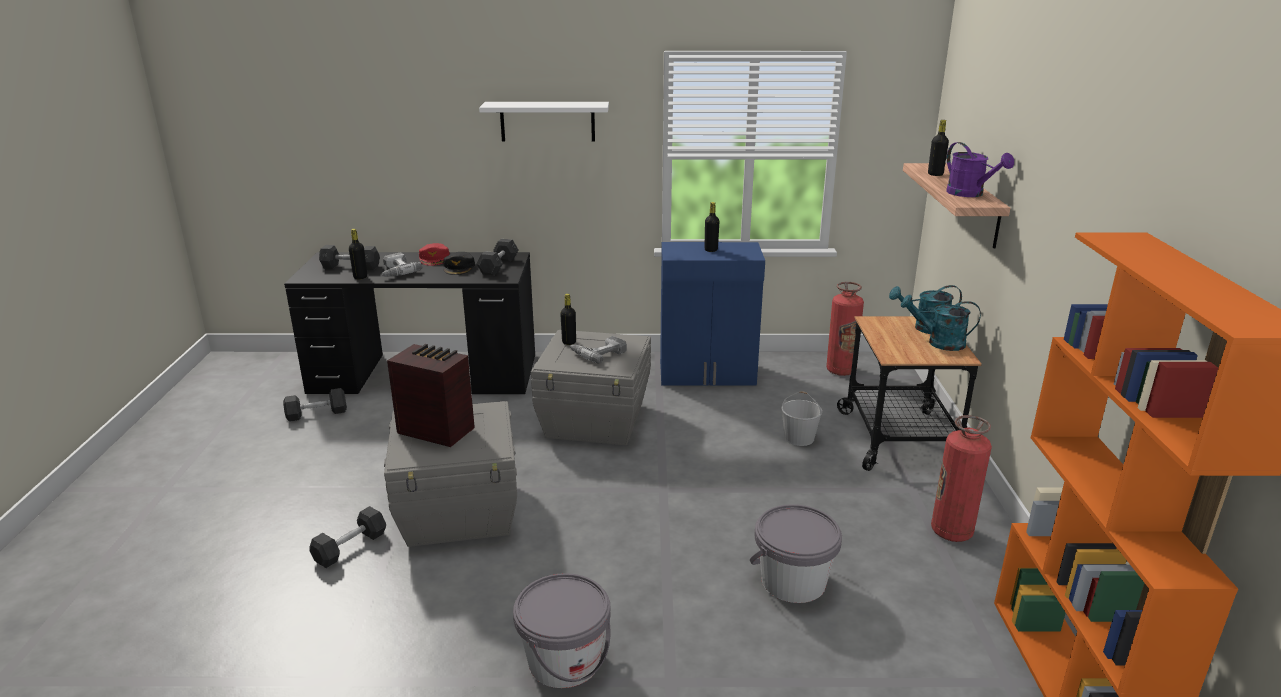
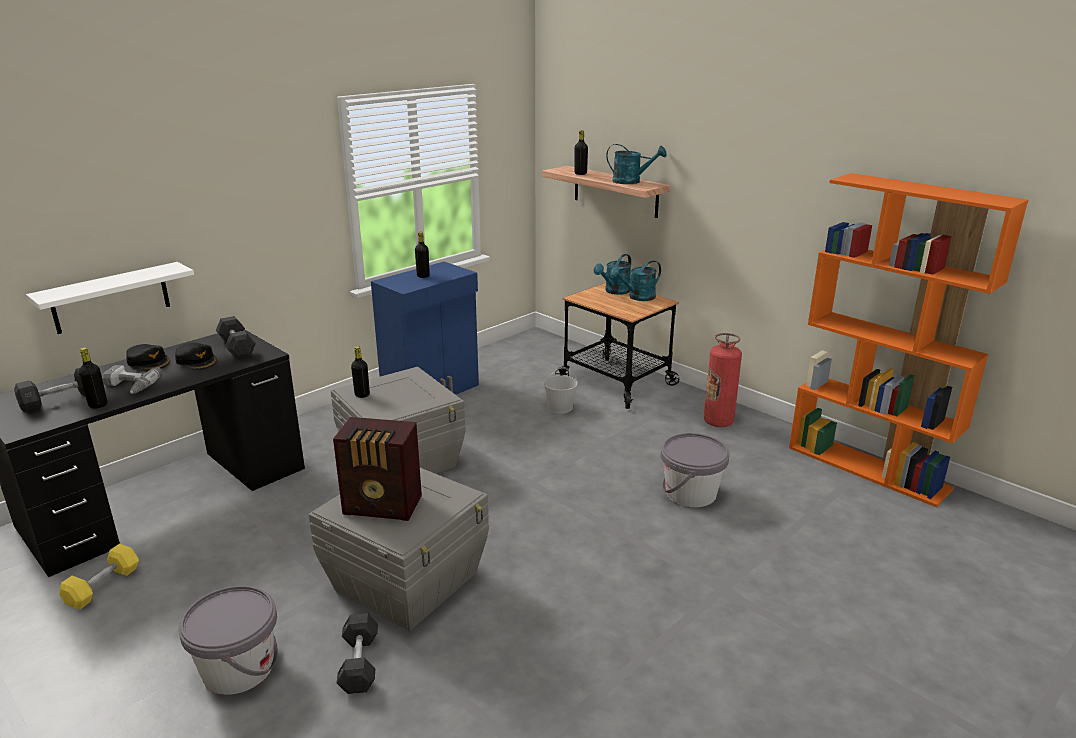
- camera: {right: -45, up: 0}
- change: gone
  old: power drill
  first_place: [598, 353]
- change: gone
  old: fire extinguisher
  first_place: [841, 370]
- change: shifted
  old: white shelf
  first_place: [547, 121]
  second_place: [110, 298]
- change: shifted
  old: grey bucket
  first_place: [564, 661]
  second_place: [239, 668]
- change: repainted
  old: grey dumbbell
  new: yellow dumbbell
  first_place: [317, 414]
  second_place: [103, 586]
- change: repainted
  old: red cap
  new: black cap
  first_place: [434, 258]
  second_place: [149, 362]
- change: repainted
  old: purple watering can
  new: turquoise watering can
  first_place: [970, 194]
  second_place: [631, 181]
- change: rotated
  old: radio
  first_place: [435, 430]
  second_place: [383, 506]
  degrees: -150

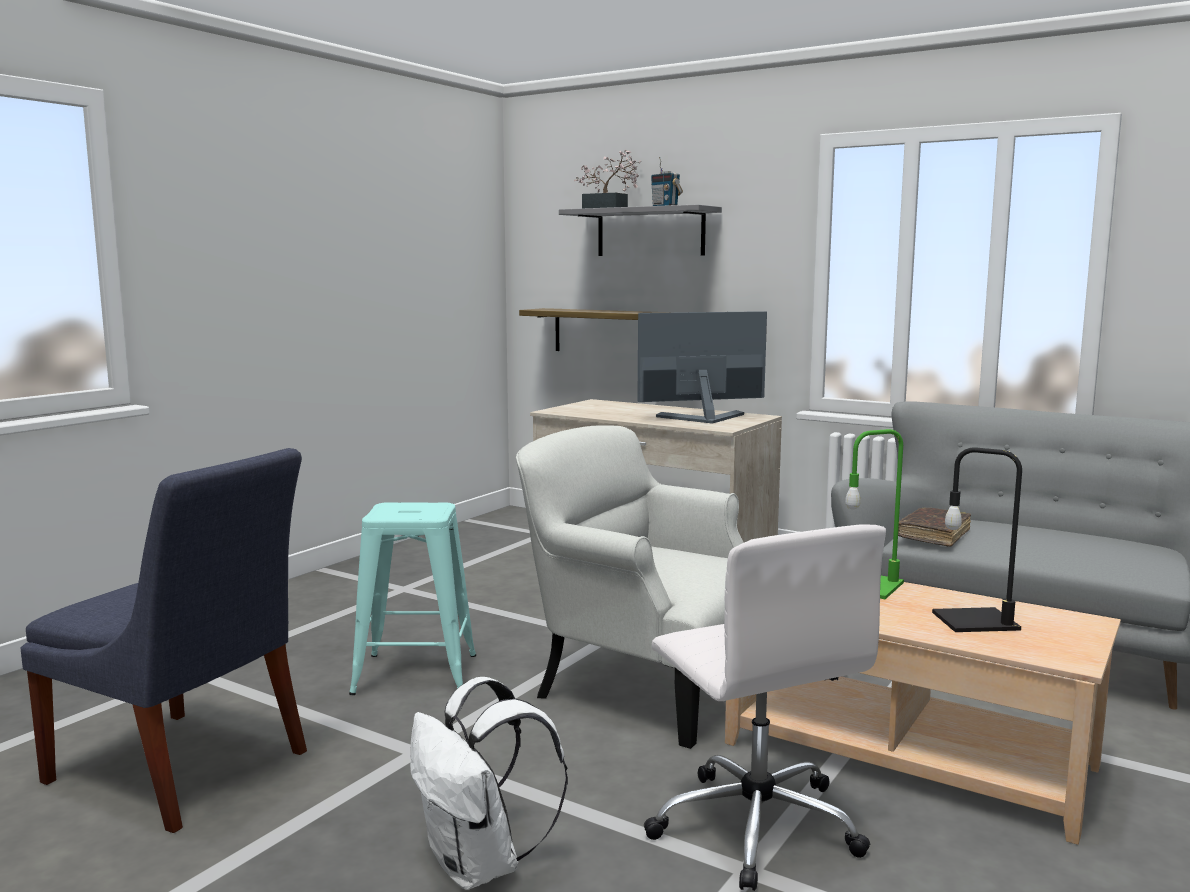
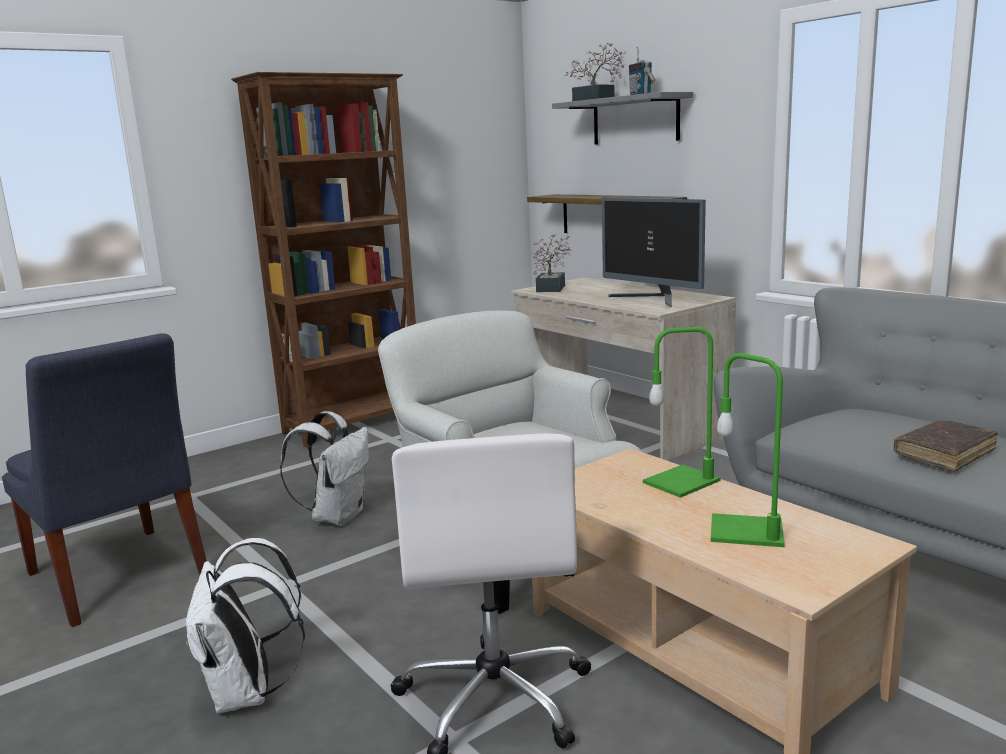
- camera: {right: 20, up: 5}
- change: new
  new: brown bookcase
  second_place: [355, 424]
- change: new
  new: potted plant
  second_place: [552, 287]
- change: shifted
  old: brown book
  first_place: [933, 535]
  second_place: [944, 454]
- change: swapped
  old: turquoise stool
  new: white backpack
  first_place: [415, 674]
  second_place: [337, 516]
- change: repainted
  old: black table lamp
  new: green table lamp
  first_place: [977, 620]
  second_place: [748, 531]
- change: rotated
  old: monitor
  first_place: [703, 419]
  second_place: [653, 299]
  degrees: -135

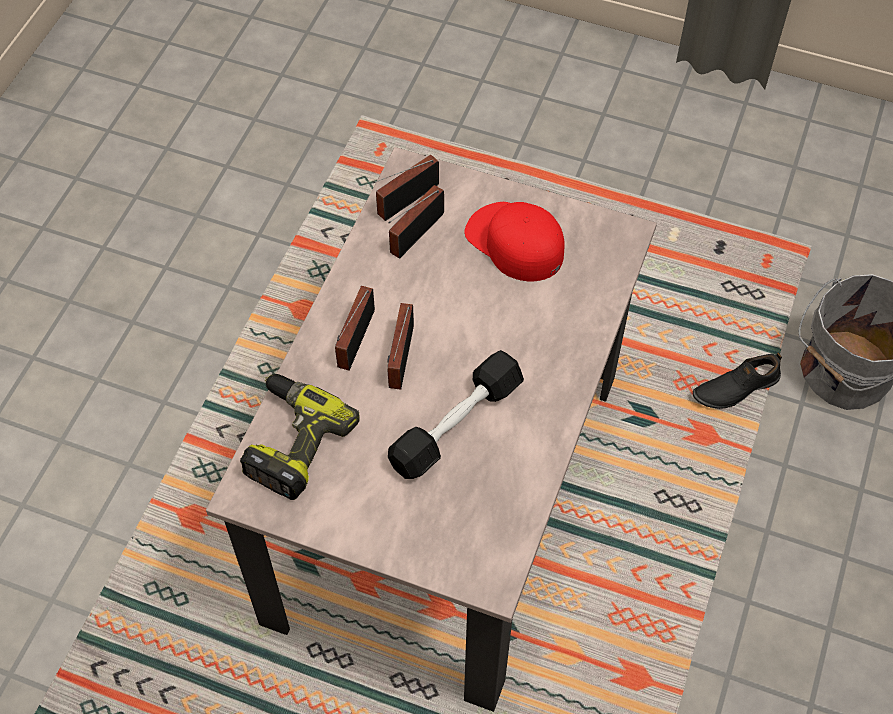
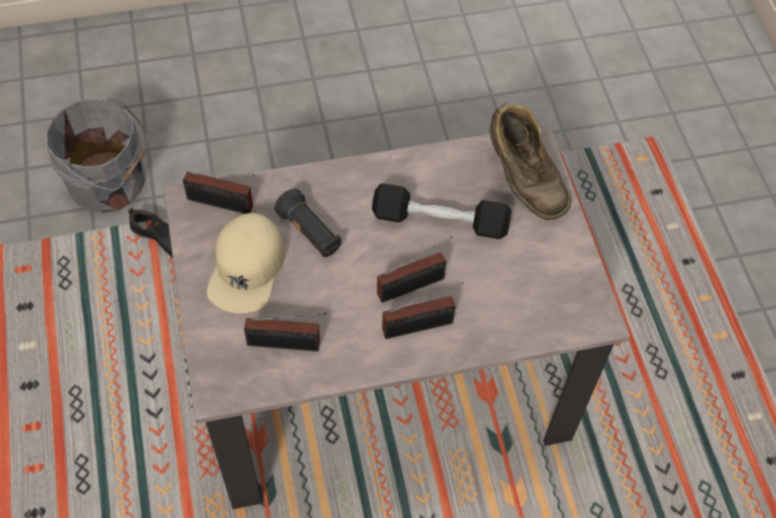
- camera: {right: -125, up: 0}
- change: gone
  old: power drill
  first_place: [290, 441]
- change: new
  new: black flashlight
  second_place: [310, 233]
- change: new
  new: brown boot
  second_place: [522, 182]
- change: shifted
  old: radio
  first_place: [404, 201]
  second_place: [223, 204]
- change: repainted
  old: red cap
  new: beige cap
  first_place: [514, 242]
  second_place: [247, 268]

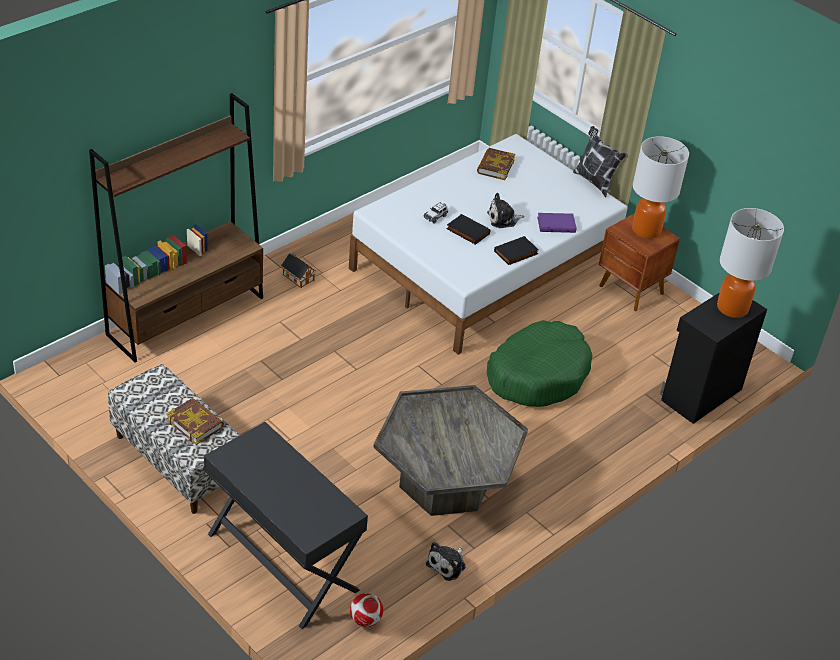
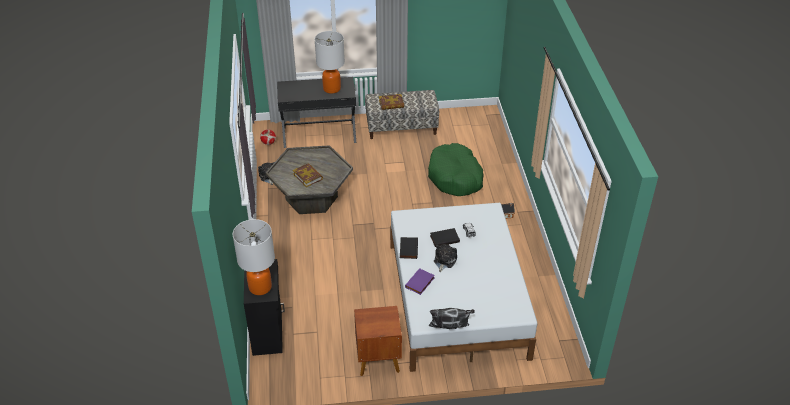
- camera: {right: 130, up: 0}
- change: gone
  old: brown bookcase
  first_place: [186, 316]
- change: shifted
  old: book
  first_place: [495, 166]
  second_place: [308, 176]
- change: shifted
  old: green dog bed
  first_place: [537, 374]
  second_place: [455, 177]
- change: shifted
  old: table lamp
  first_place: [646, 230]
  second_place: [331, 89]

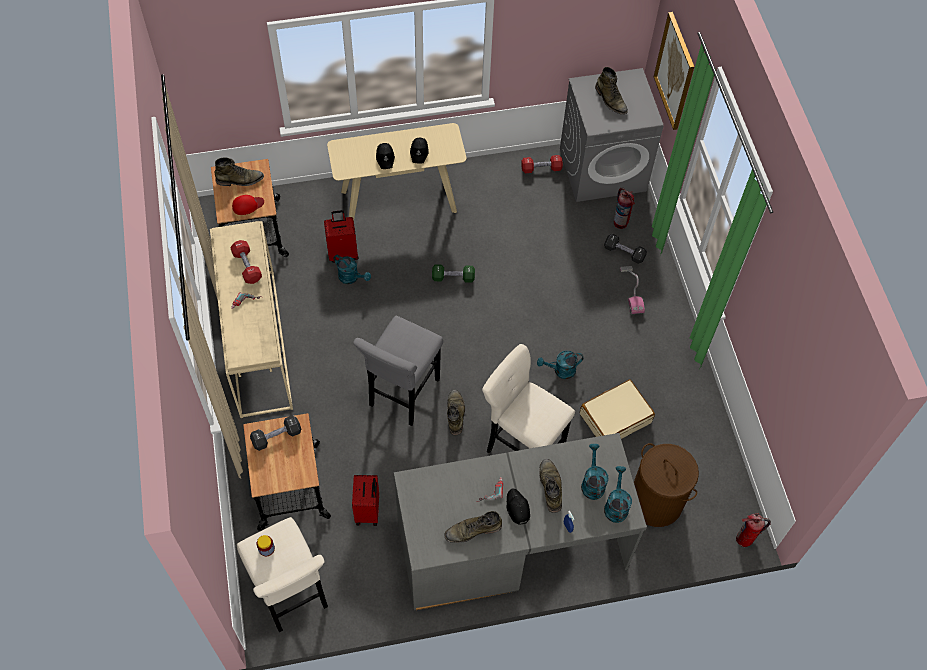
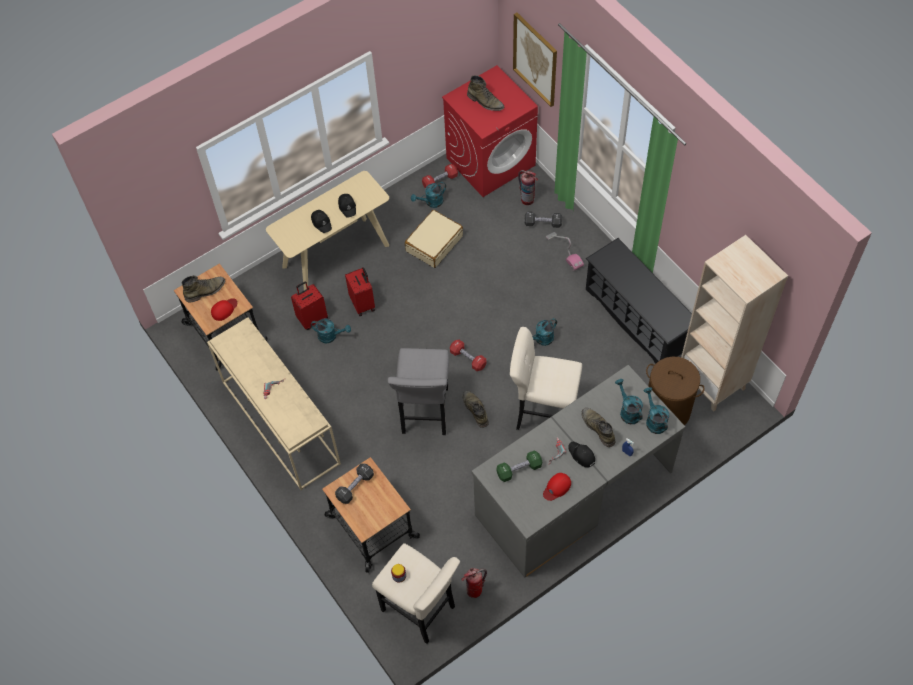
- camera: {right: -20, up: 0}
- change: new
  new: turquoise watering can
  second_place: [431, 202]
- change: new
  new: black shoe rack
  second_place: [637, 319]
- change: new
  new: beige bookcase
  second_place: [712, 382]
- change: shifted
  old: red dumbbell
  first_place: [247, 266]
  second_place: [468, 358]
- change: shifted
  old: red suitcase
  first_place: [368, 511]
  second_place: [363, 303]
- change: shifted
  old: green dumbbell
  first_place: [453, 277]
  second_place: [519, 469]
- change: shifted
  old: beige suitcase
  first_place: [615, 417]
  second_place: [434, 243]
- change: shifted
  old: fire extinguisher
  first_place: [744, 539]
  second_place: [474, 591]
- change: swapped
  old: green boot
  new: red cap
  first_place: [473, 530]
  second_place: [557, 487]
- change: repainted
  old: grey washing machine
  new: red washing machine
  first_place: [603, 169]
  second_place: [491, 161]

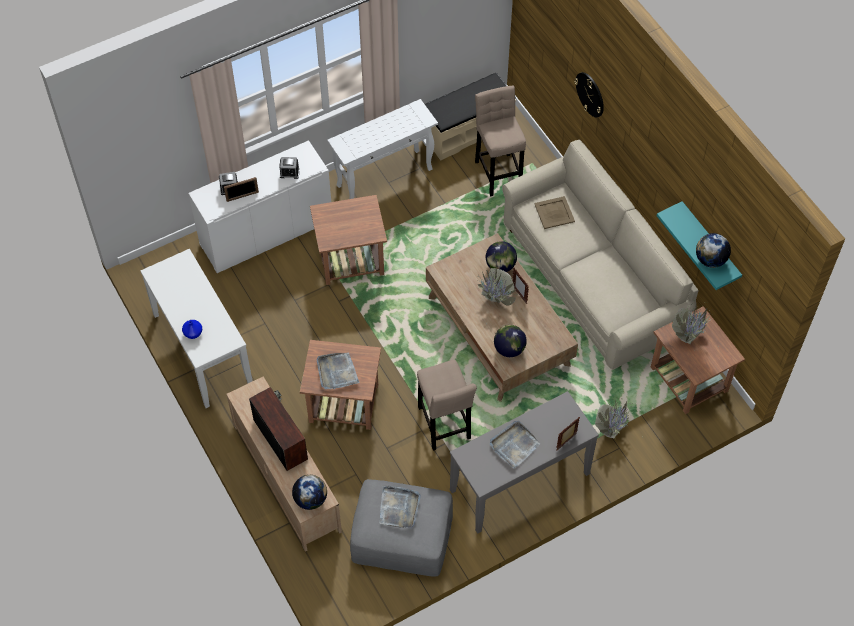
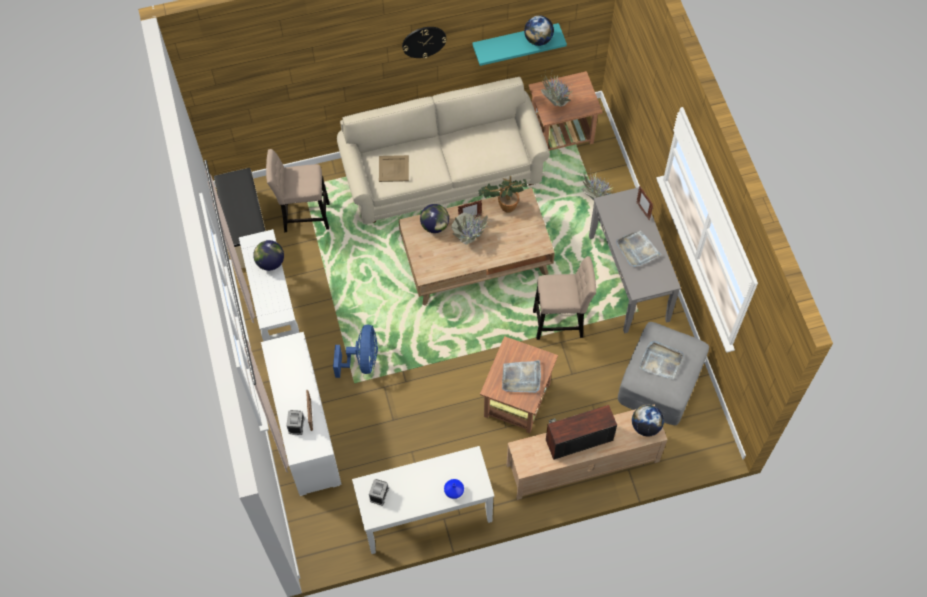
- camera: {right: -75, up: 5}
- change: new
  new: potted plant
  second_place: [504, 205]
- change: shifted
  old: alarm clock
  first_place: [289, 173]
  second_place: [379, 494]
- change: shifted
  old: globe
  first_place: [509, 349]
  second_place: [270, 262]
- change: shifted
  old: wall clock
  first_place: [590, 94]
  second_place: [424, 41]
- change: swapped
  old: brown side table
  new: blue fan
  first_place: [351, 259]
  second_place: [362, 360]

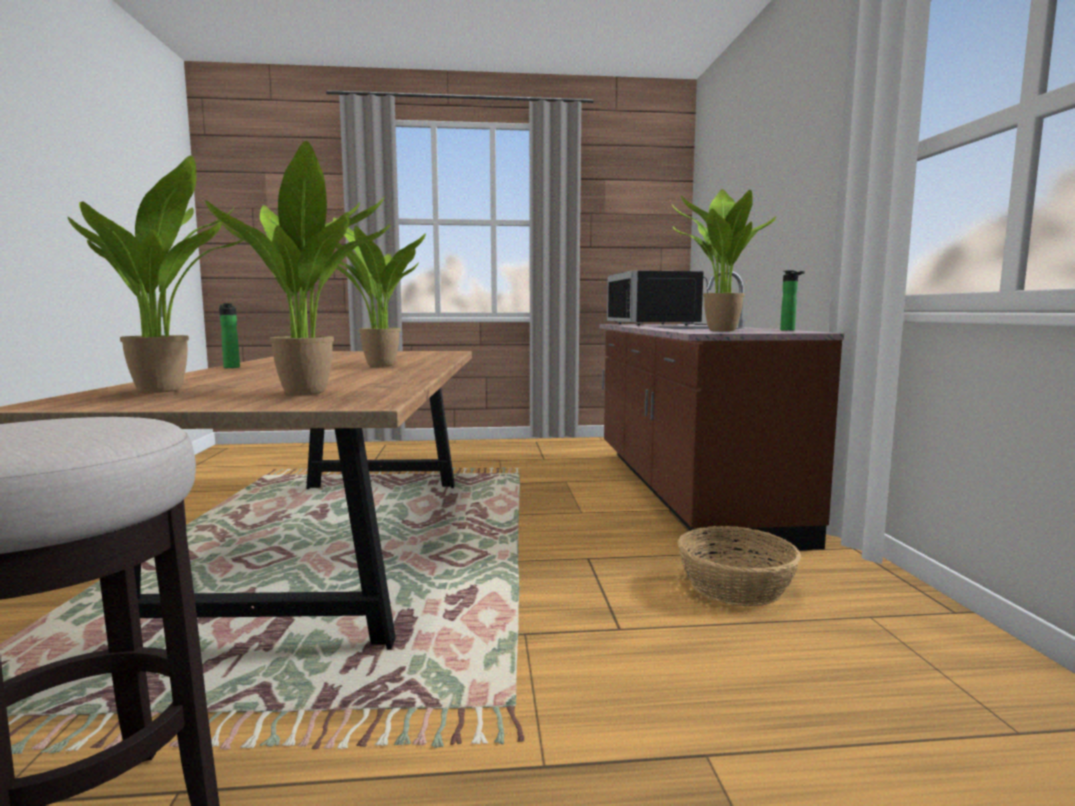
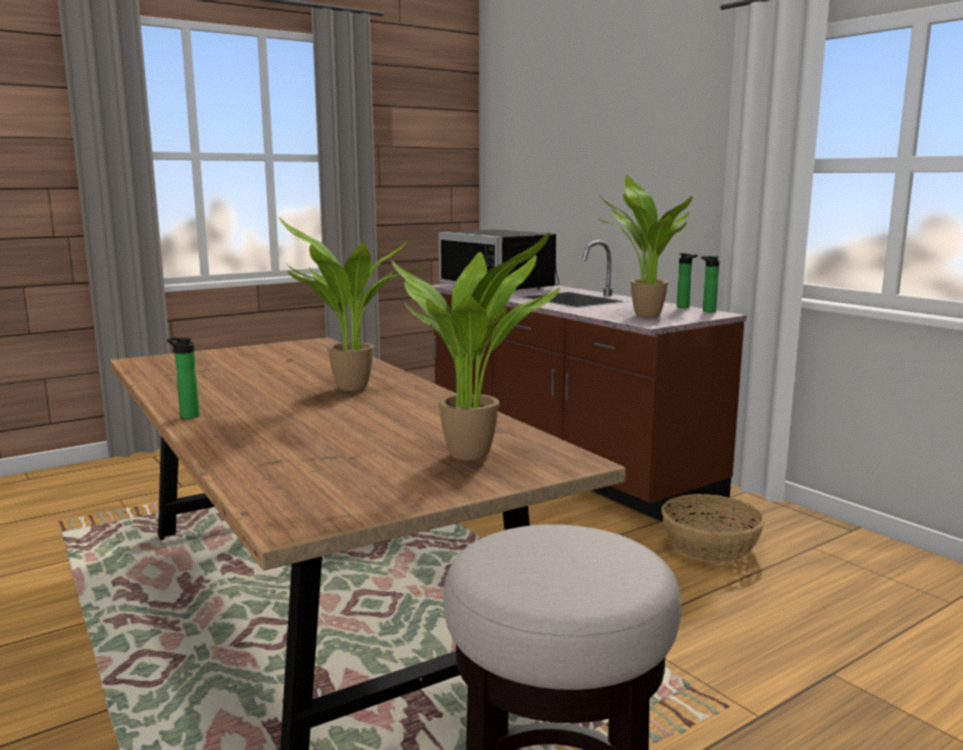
- camera: {right: -30, up: 5}
- change: gone
  old: potted plant
  first_place: [168, 390]
- change: new
  new: bottle
  second_place: [707, 311]

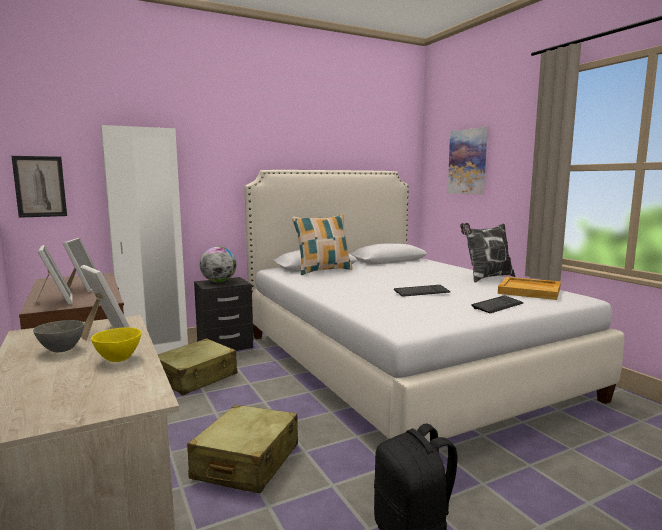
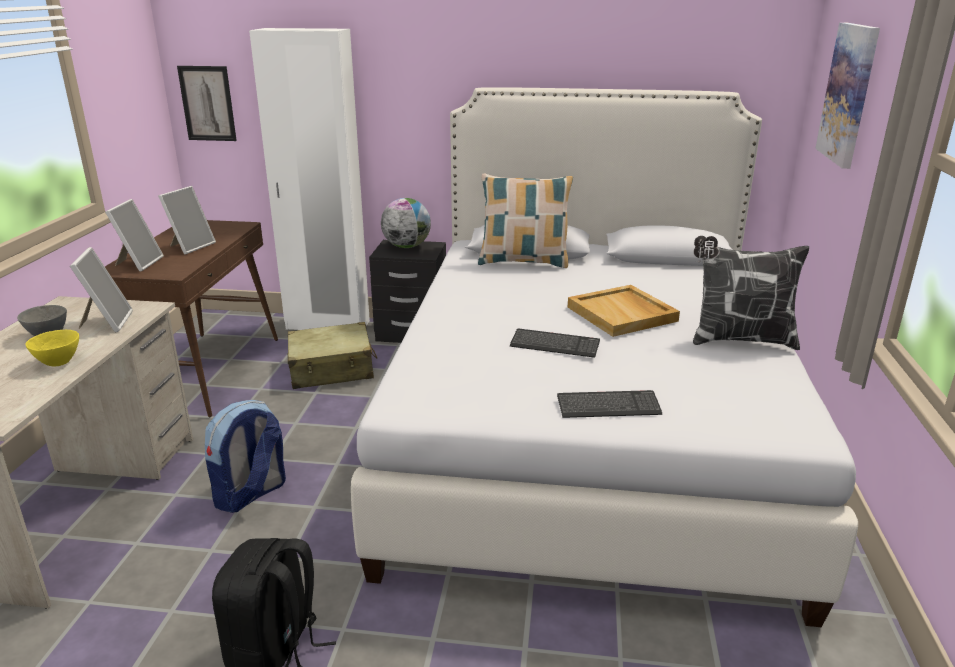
- camera: {right: 35, up: 15}
- change: shifted
  old: beige tray
  first_place: [530, 291]
  second_place: [623, 314]
- change: swapped
  old: beige suitcase
  new: backpack
  first_place: [246, 462]
  second_place: [251, 494]

